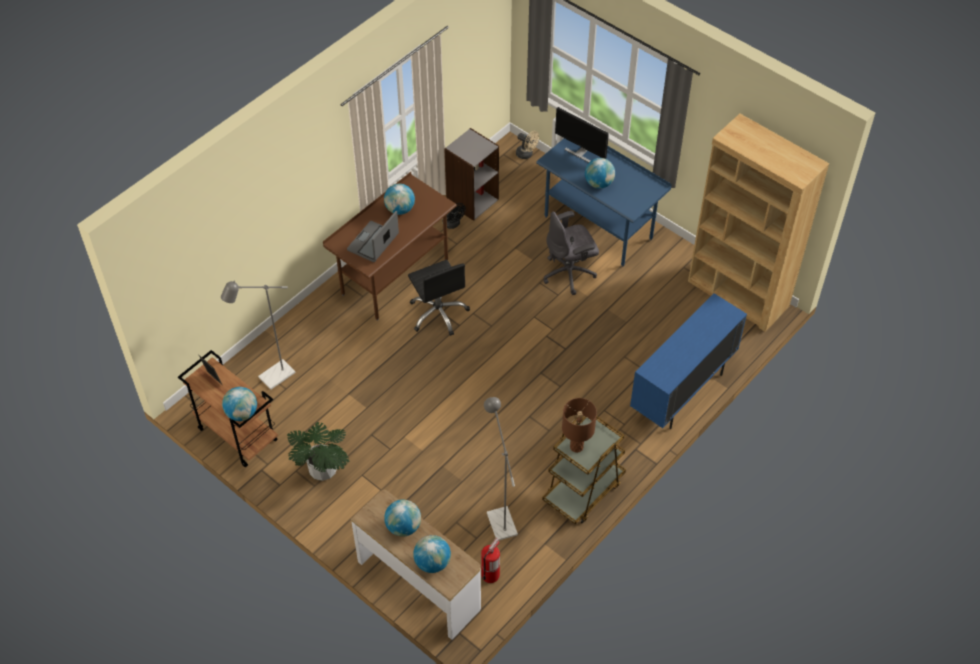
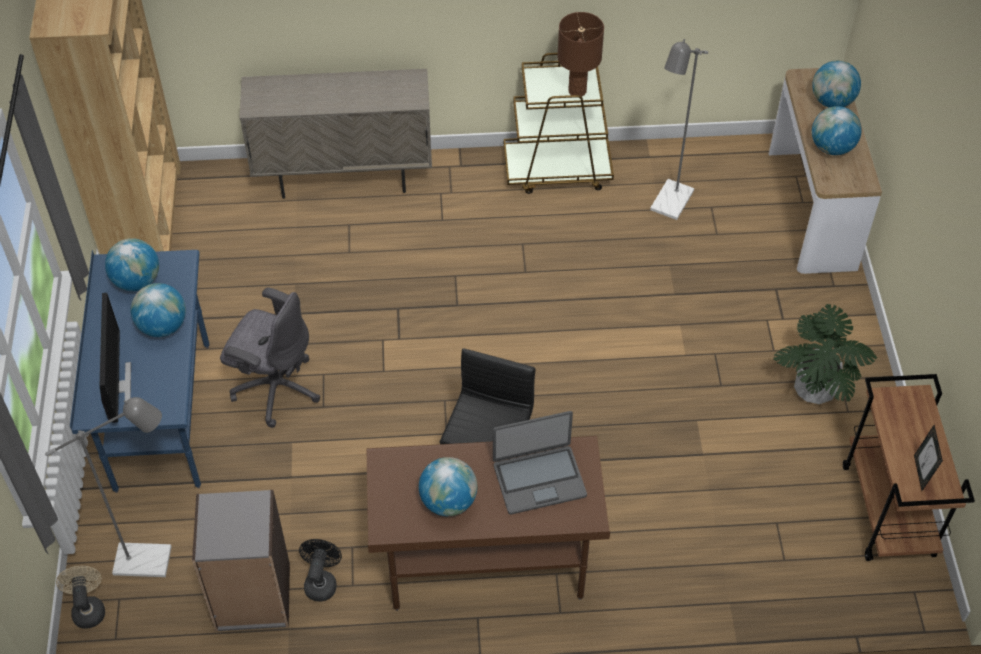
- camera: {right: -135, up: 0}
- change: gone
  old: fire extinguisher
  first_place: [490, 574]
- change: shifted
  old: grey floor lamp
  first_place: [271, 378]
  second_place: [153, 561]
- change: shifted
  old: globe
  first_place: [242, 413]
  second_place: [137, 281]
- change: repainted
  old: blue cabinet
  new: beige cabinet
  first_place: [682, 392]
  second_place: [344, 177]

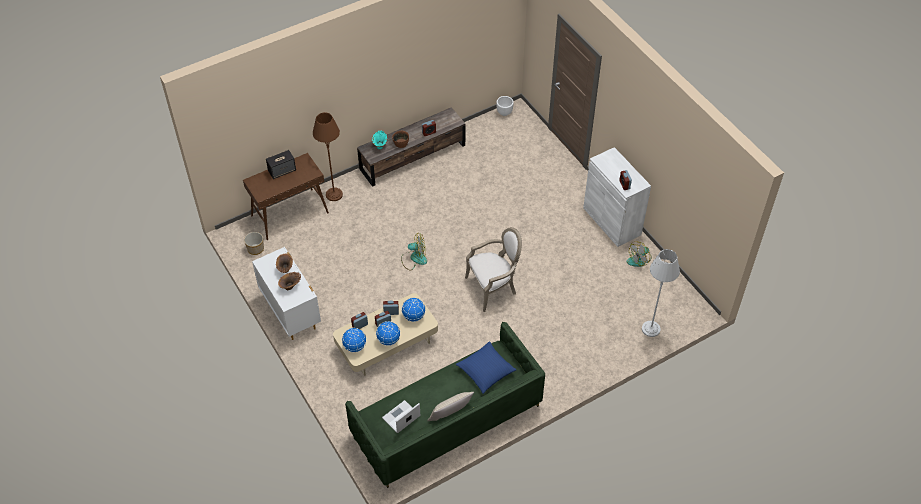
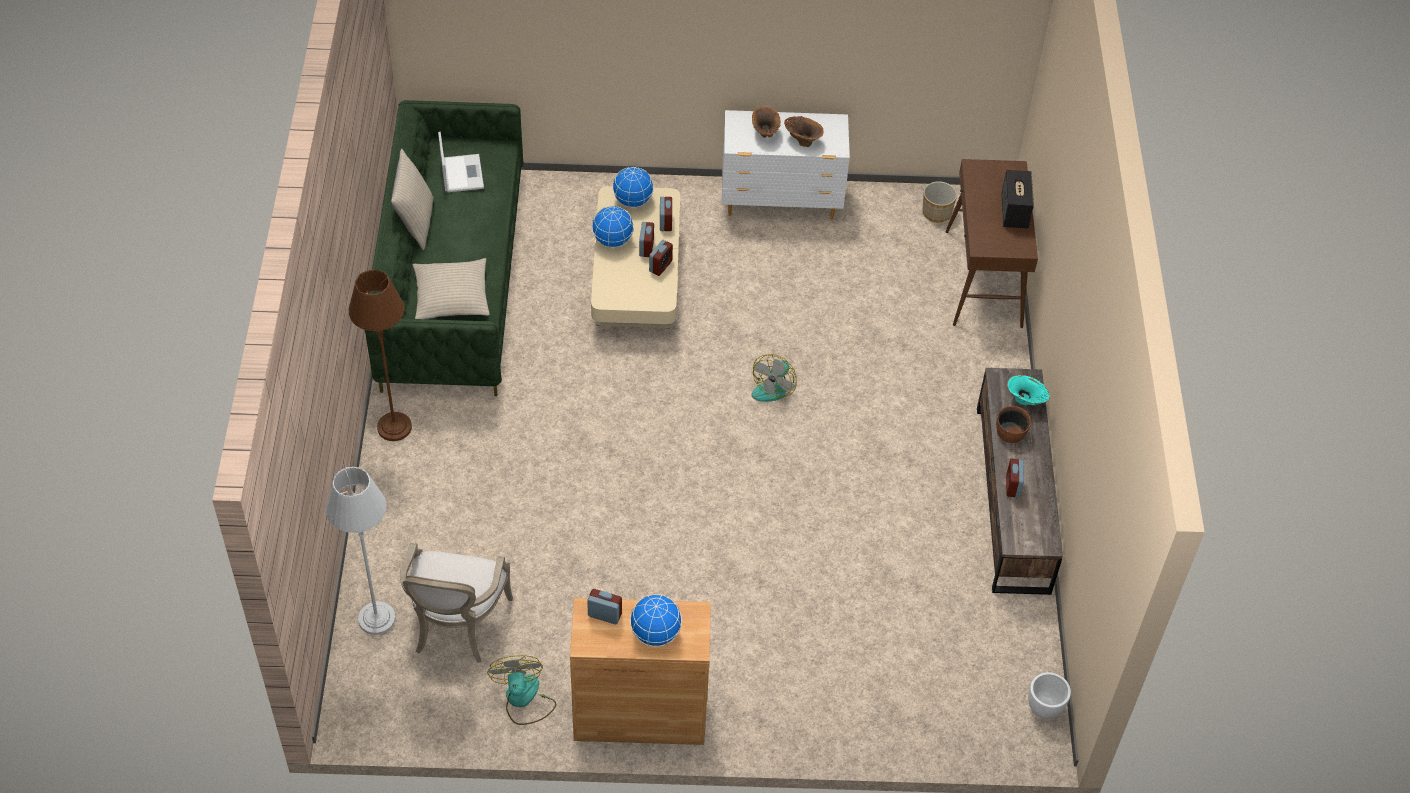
- camera: {right: 120, up: 0}
- change: shifted
  old: brown floor lamp
  first_place: [334, 195]
  second_place: [394, 427]
- change: shifted
  old: globe
  first_place: [413, 316]
  second_place: [655, 634]
- change: shifted
  old: armchair
  first_place: [493, 288]
  second_place: [456, 627]
- change: repainted
  old: blue pillow
  new: beige pillow
  first_place: [486, 370]
  second_place: [451, 297]
- change: repainted
  old: white cabinet
  new: brown cabinet
  first_place: [612, 221]
  second_place: [640, 714]

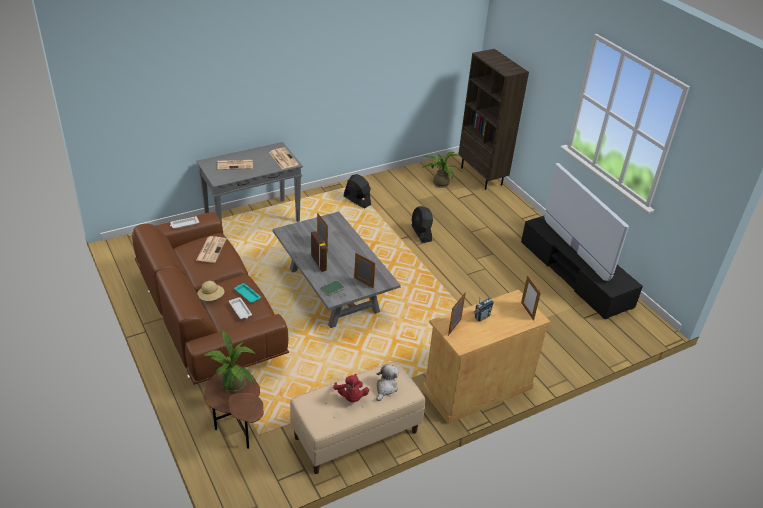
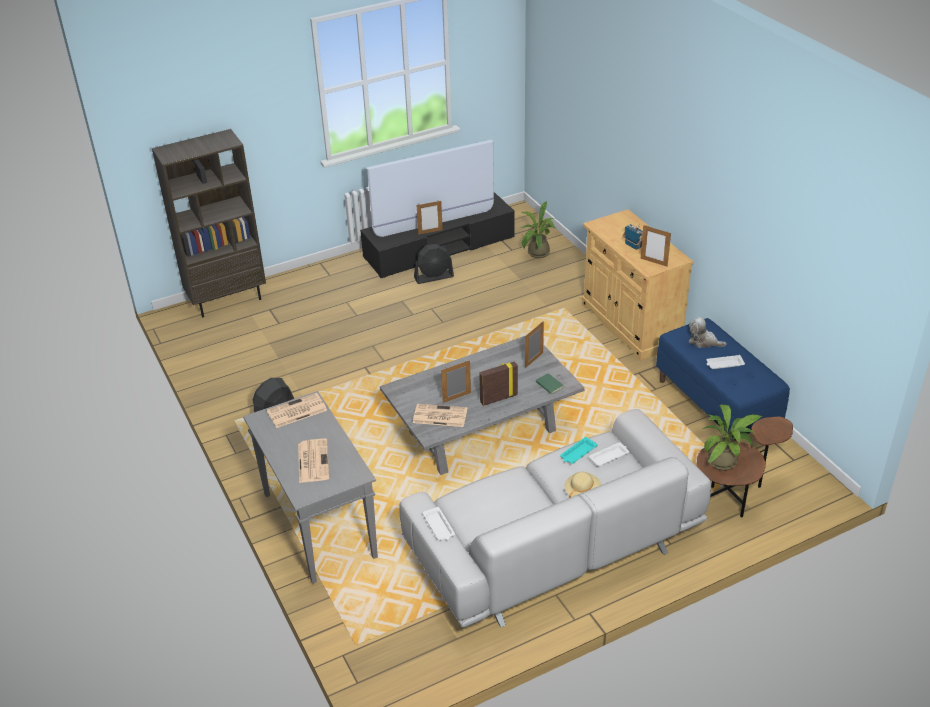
- camera: {right: -85, up: 0}
- change: shifted
  old: newspaper
  first_place: [211, 249]
  second_place: [439, 416]
- change: shifted
  old: black fan
  first_place: [421, 233]
  second_place: [434, 277]
- change: shifted
  old: potted plant
  first_place: [439, 182]
  second_place: [536, 254]
- change: shifted
  old: picture frame
  first_place: [527, 311]
  second_place: [430, 232]
- change: swapped
  old: red plush toy
  new: white tray
  first_place: [351, 397]
  second_place: [724, 364]
- change: repainted
  old: brown sofa
  new: grey sofa
  first_place: [208, 318]
  second_place: [553, 548]
- change: repainted
  old: beige bench
  new: blue bench
  first_place: [356, 435]
  second_place: [717, 406]

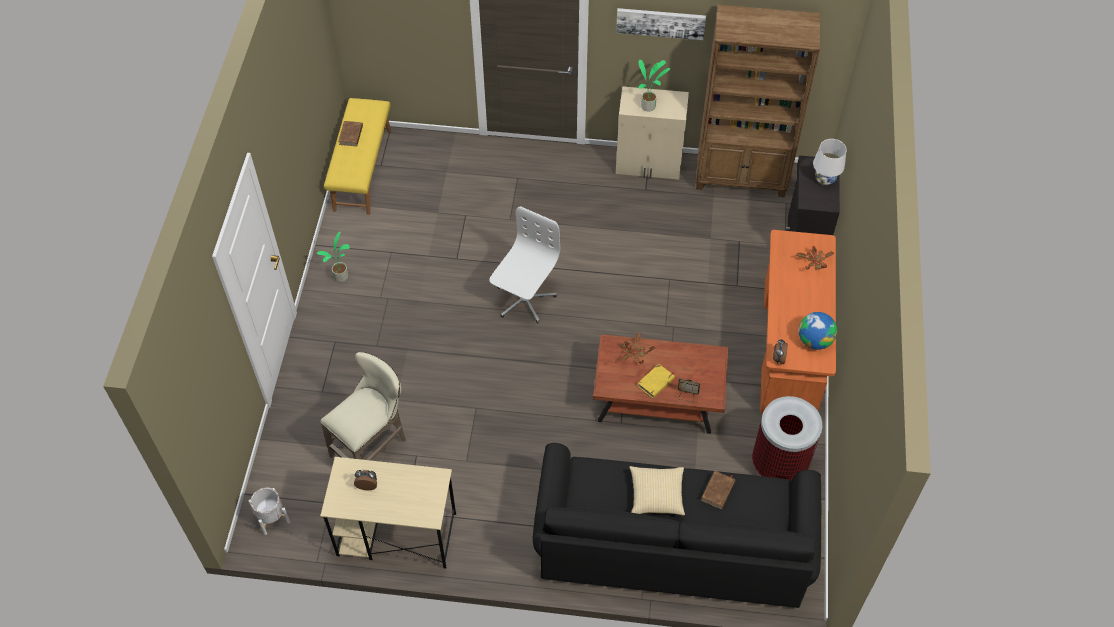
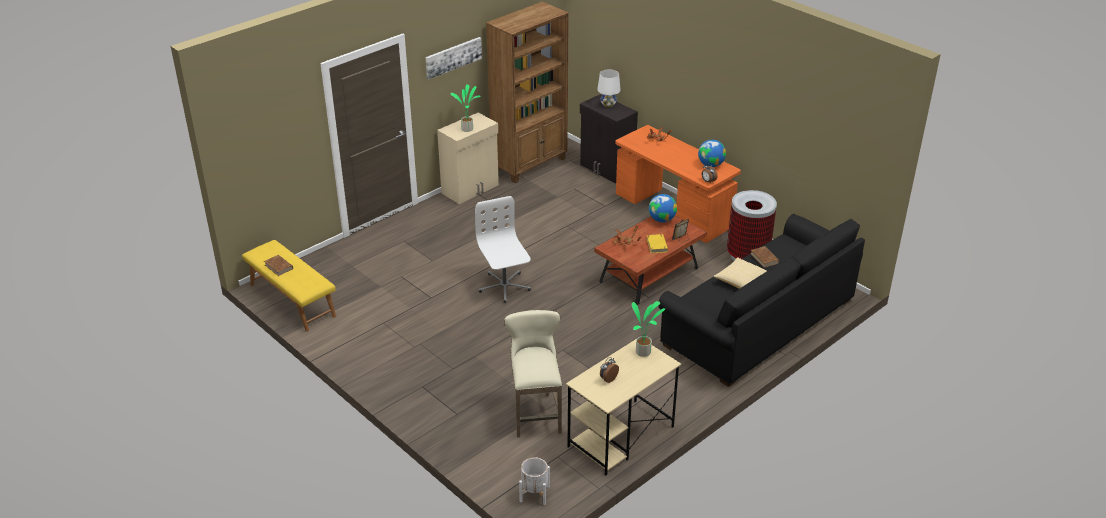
- camera: {right: -50, up: -20}
- change: new
  new: globe
  second_place: [661, 220]
- change: shifted
  old: potted plant
  first_place: [341, 277]
  second_place: [644, 352]

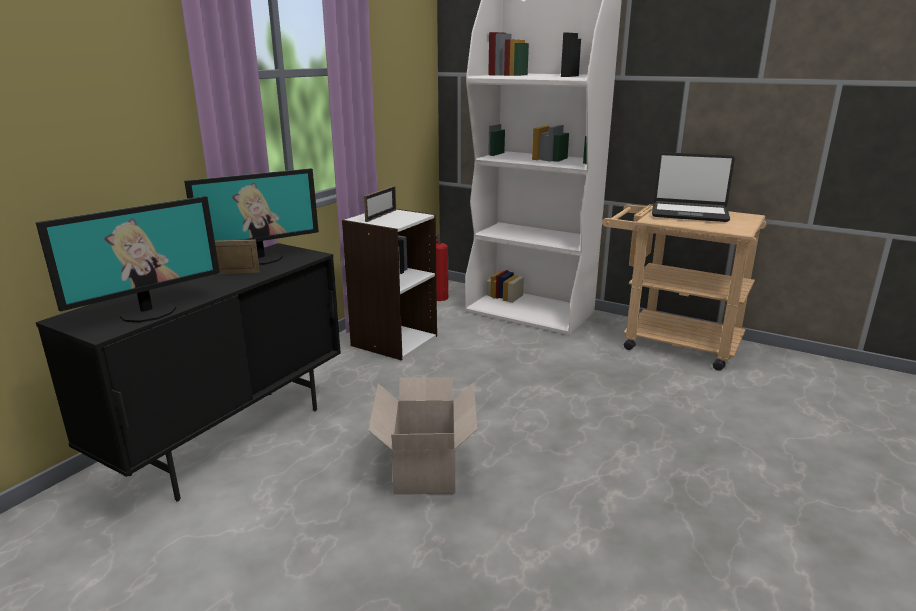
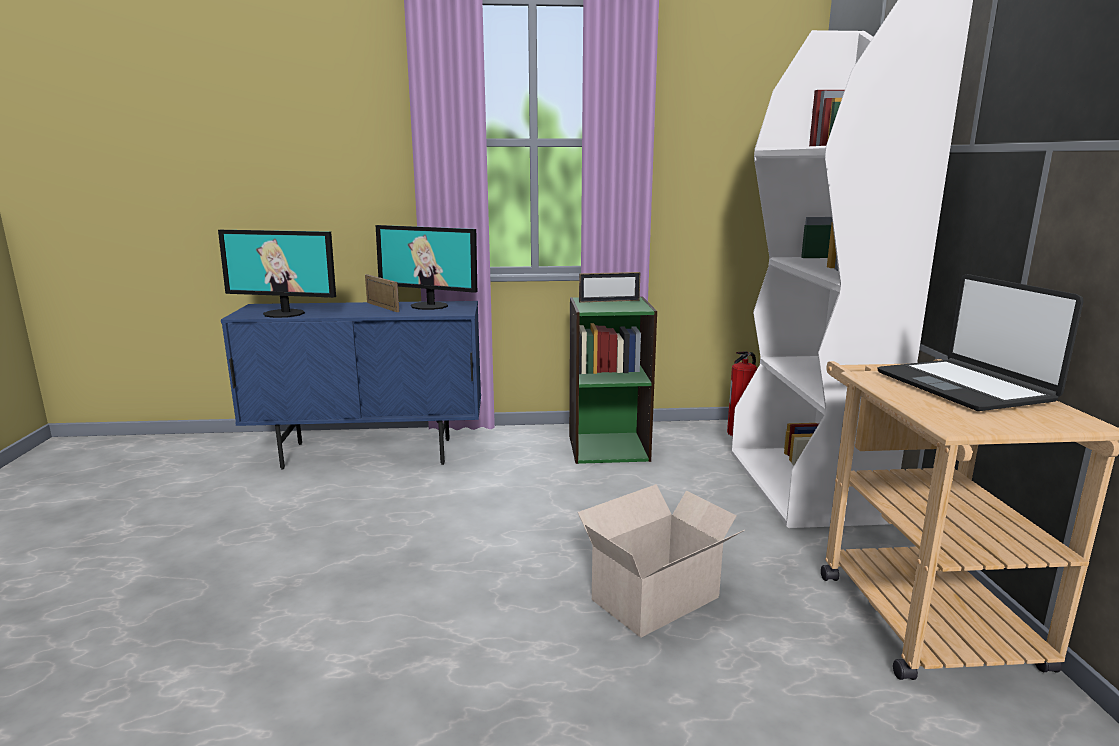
- camera: {right: 55, up: -5}
- change: shifted
  old: cardboard box
  first_place: [426, 464]
  second_place: [658, 598]
- change: repainted
  old: black cabinet
  new: blue cabinet
  first_place: [230, 439]
  second_place: [369, 453]
- change: repainted
  old: white bookcase
  new: green bookcase
  first_place: [393, 340]
  second_place: [608, 447]

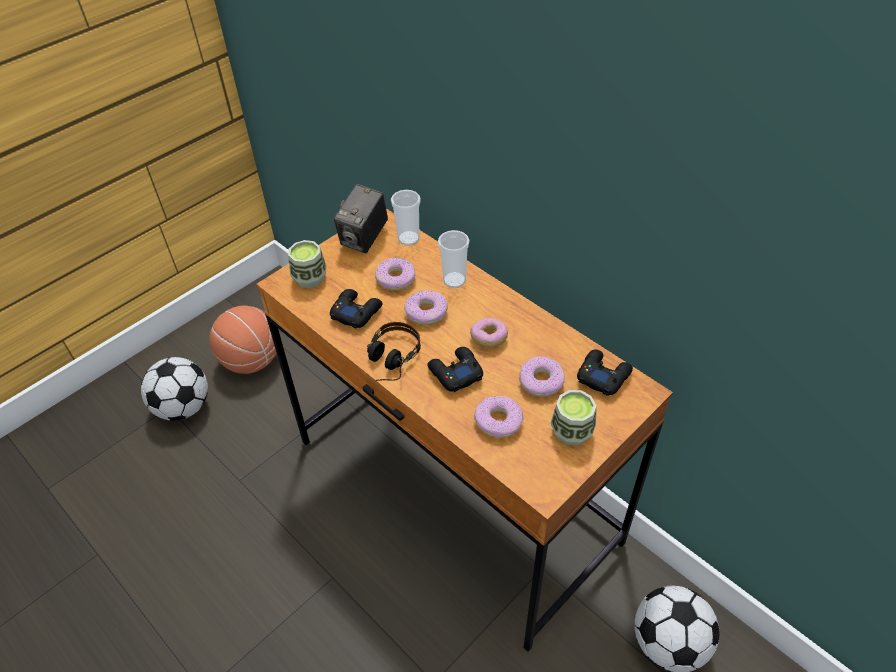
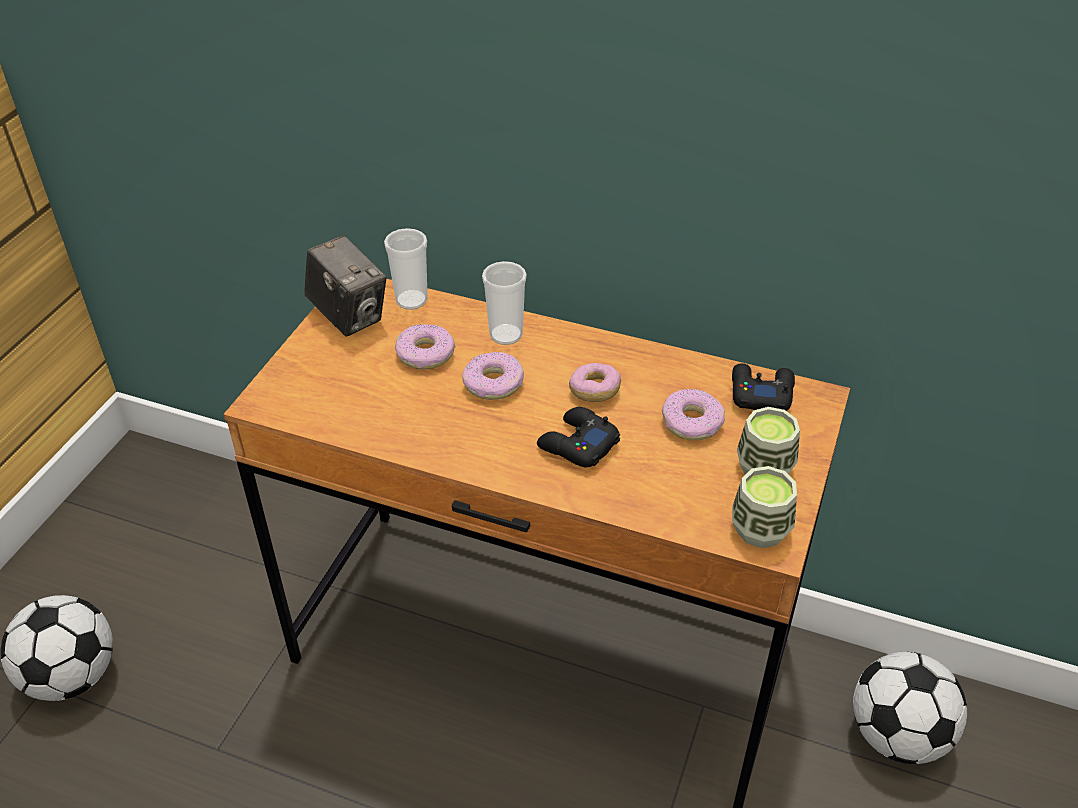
- camera: {right: -25, up: -5}
- change: gone
  old: basketball
  first_place: [251, 360]
- change: gone
  old: black game controller
  first_place: [356, 312]
- change: gone
  old: headphones
  first_place: [389, 362]
- change: gone
  old: donut
  first_place: [498, 421]
- change: shifted
  old: cup
  first_place: [310, 278]
  second_place: [760, 529]
- change: rotated
  old: photo camera
  first_place: [364, 239]
  second_place: [349, 316]
  degrees: -45

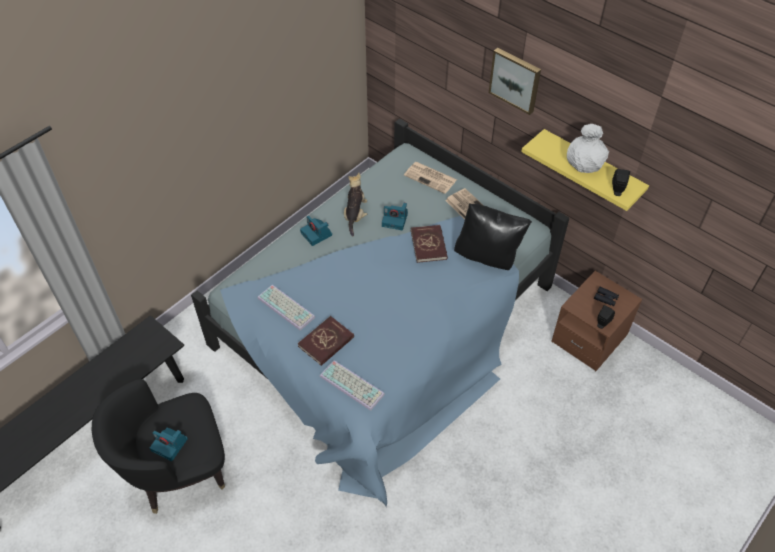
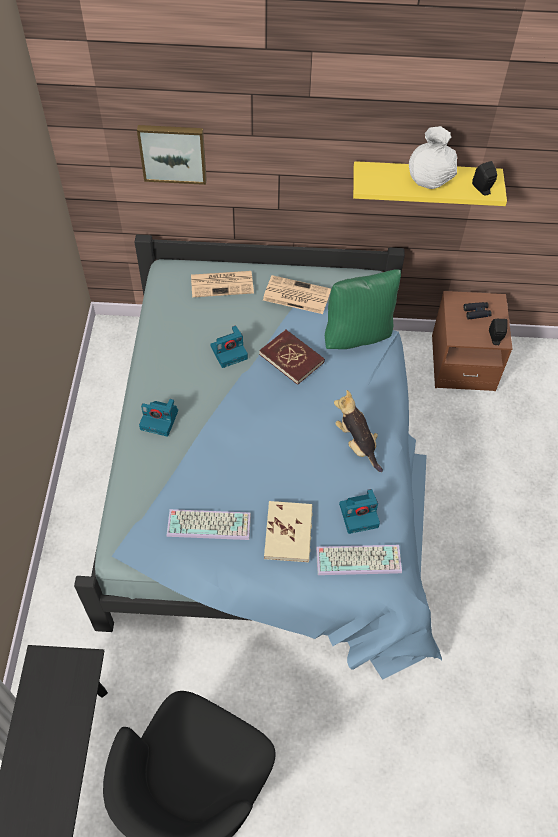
- camera: {right: -40, up: 5}
- change: shifted
  old: photo camera
  first_place: [170, 445]
  second_place: [359, 514]
- change: shifted
  old: plush toy
  first_place: [355, 215]
  second_place: [357, 443]
- change: shifted
  old: picture
  first_place: [515, 80]
  second_place: [173, 153]
- change: repainted
  old: red book
  new: beige book
  first_place: [326, 342]
  second_place: [288, 533]
- change: repainted
  old: black pillow
  new: green pillow
  first_place: [488, 257]
  second_place: [358, 335]

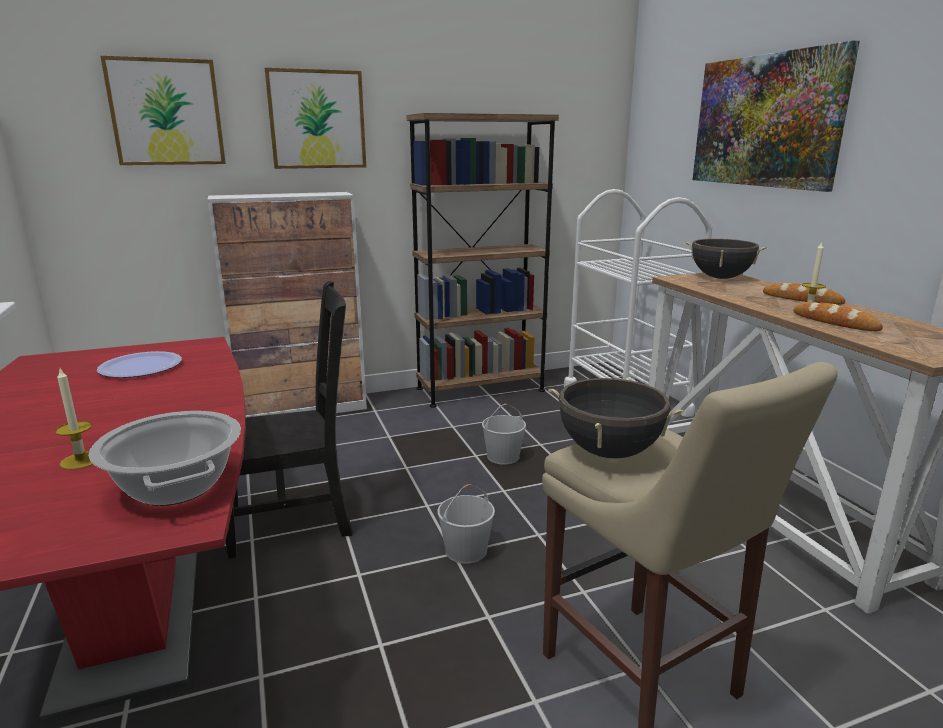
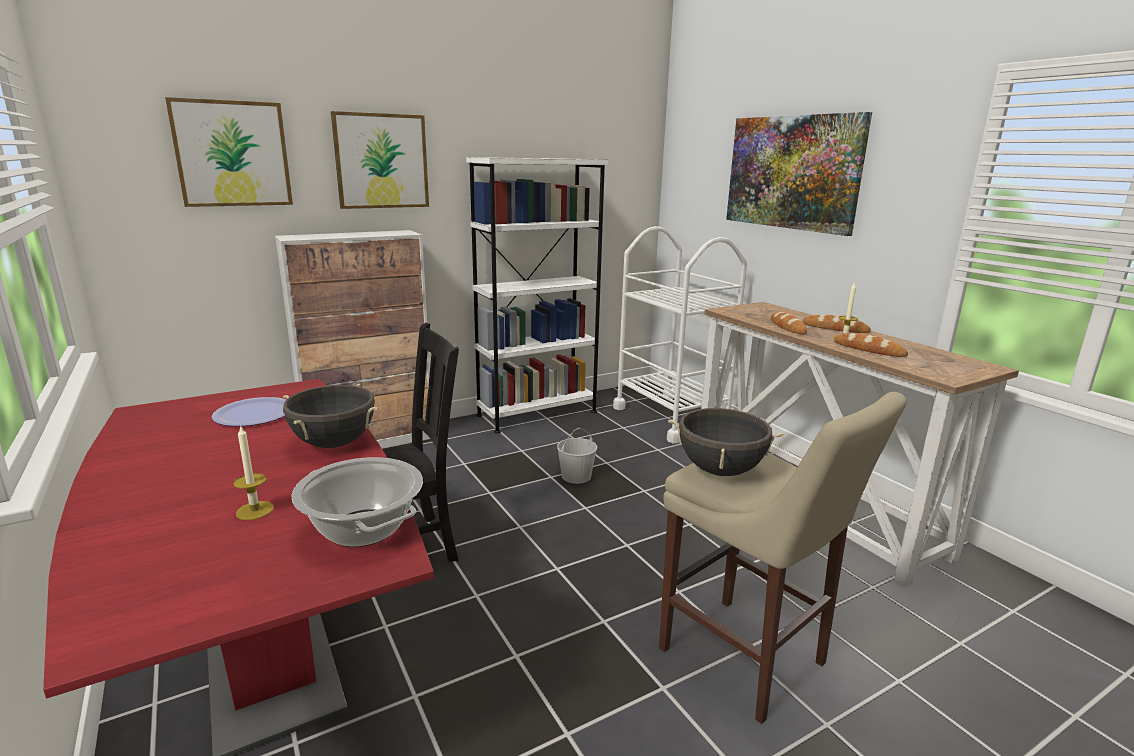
- camera: {right: -10, up: 0}
- change: gone
  old: white bucket
  first_place: [466, 550]
- change: new
  new: bread
  second_place: [787, 327]
- change: shifted
  old: black cooking pot
  first_place: [720, 278]
  second_place: [334, 443]
- change: repainted
  old: brown bookcase
  new: white bookcase
  first_place: [480, 389]
  second_place: [537, 413]

